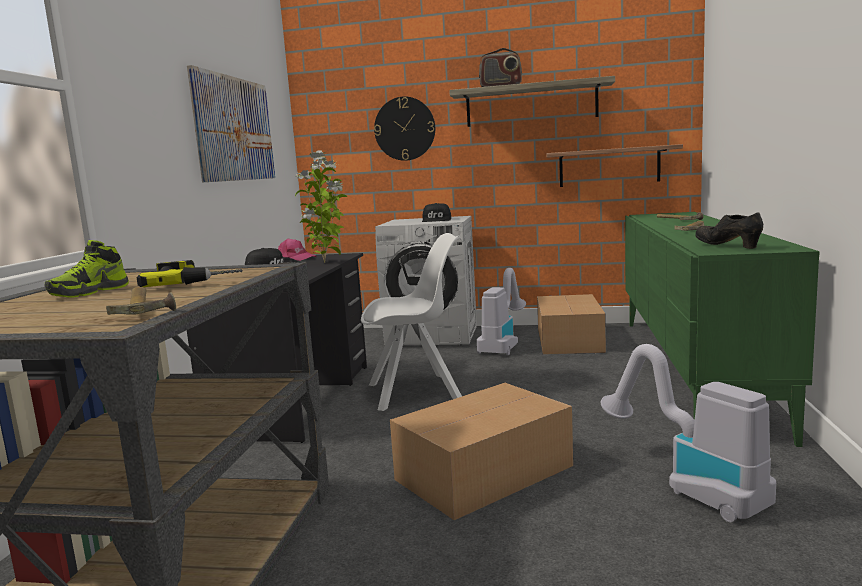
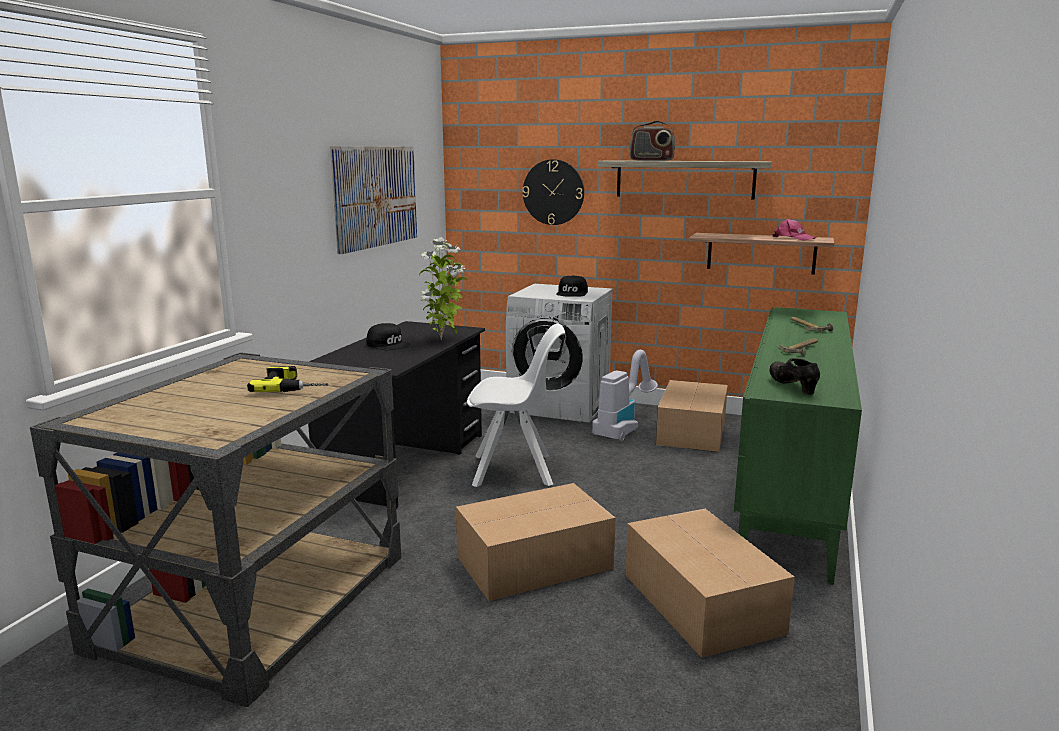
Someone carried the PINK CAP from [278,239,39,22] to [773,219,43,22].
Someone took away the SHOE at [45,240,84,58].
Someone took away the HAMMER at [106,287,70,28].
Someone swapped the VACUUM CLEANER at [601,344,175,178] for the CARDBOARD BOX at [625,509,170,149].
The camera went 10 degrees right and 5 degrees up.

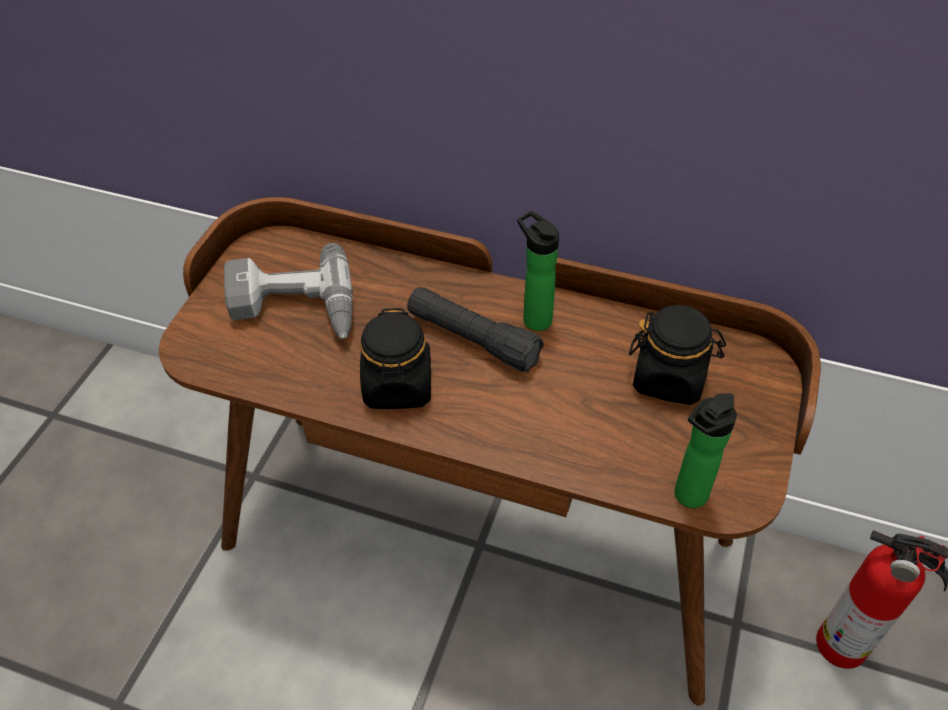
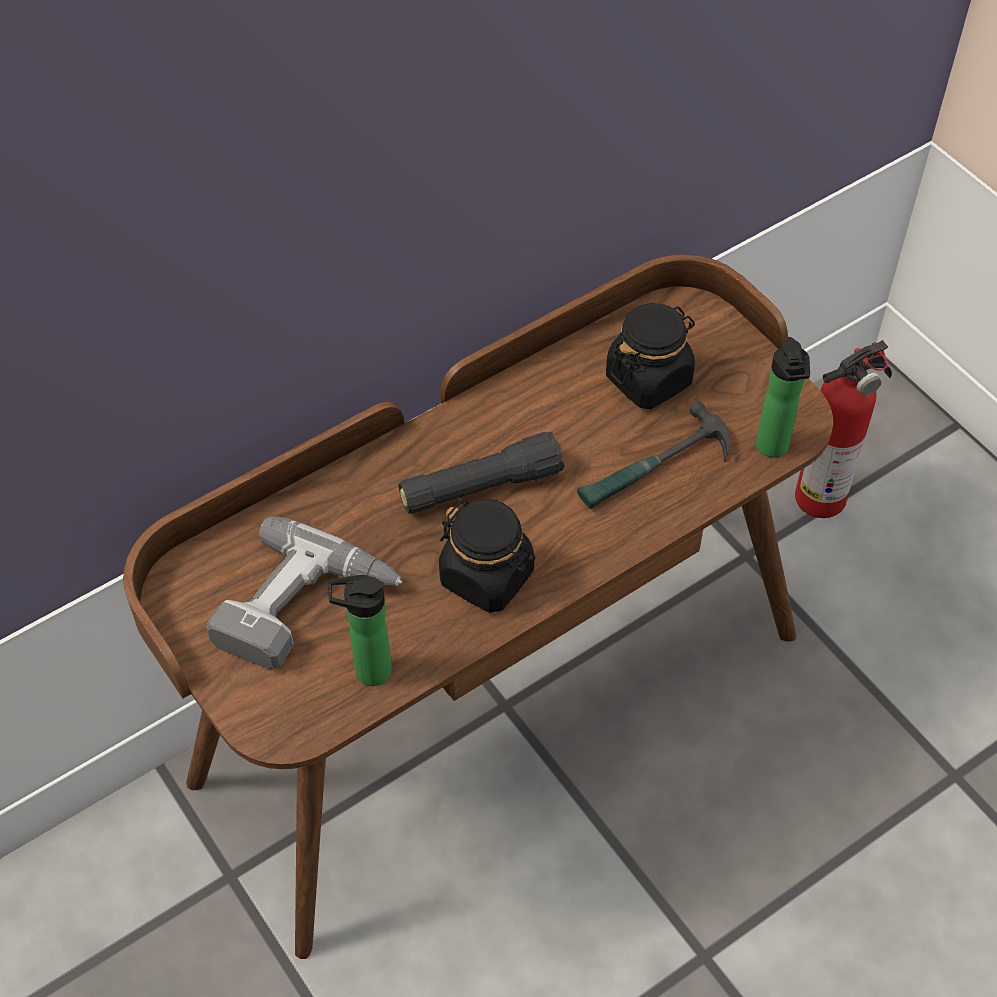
Someone carried the BOTTLE from [517,211,42,120] to [328,575,64,111].
Someone put down the HAMMER at [577,401,153,108].
The camera went 55 degrees left and 5 degrees up.

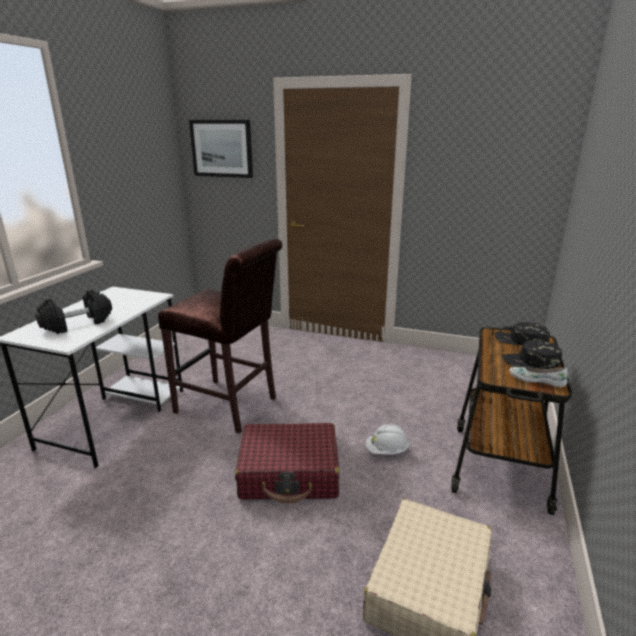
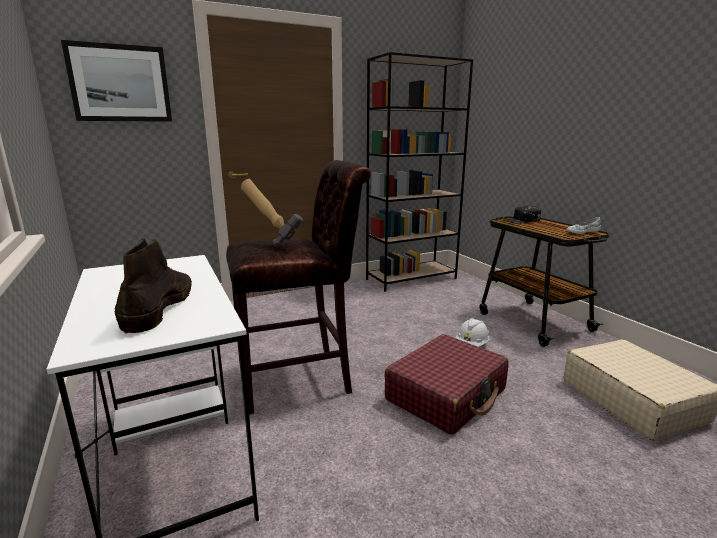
Someone swapped the BLACK DUMBBELL at [36,290,76,44] for the BROWN BOOT at [115,238,77,96].
Someone took away the BLACK CAP at [502,340,60,29].
Someone put down the BEIGE BOOKCASE at [366,52,107,240].
Someone put down the HAMMER at [241,179,62,69].
The camera went 45 degrees left and 5 degrees down.

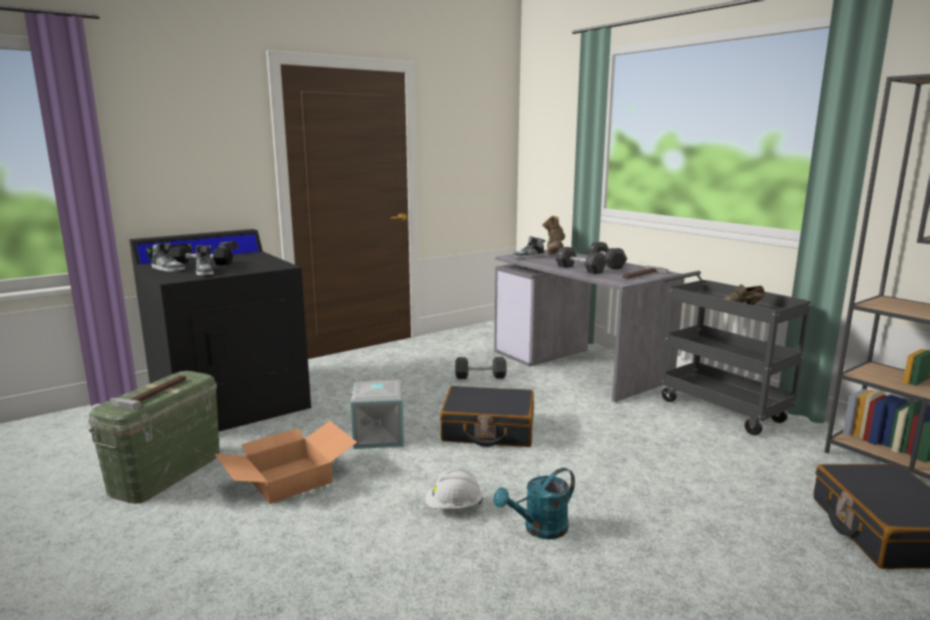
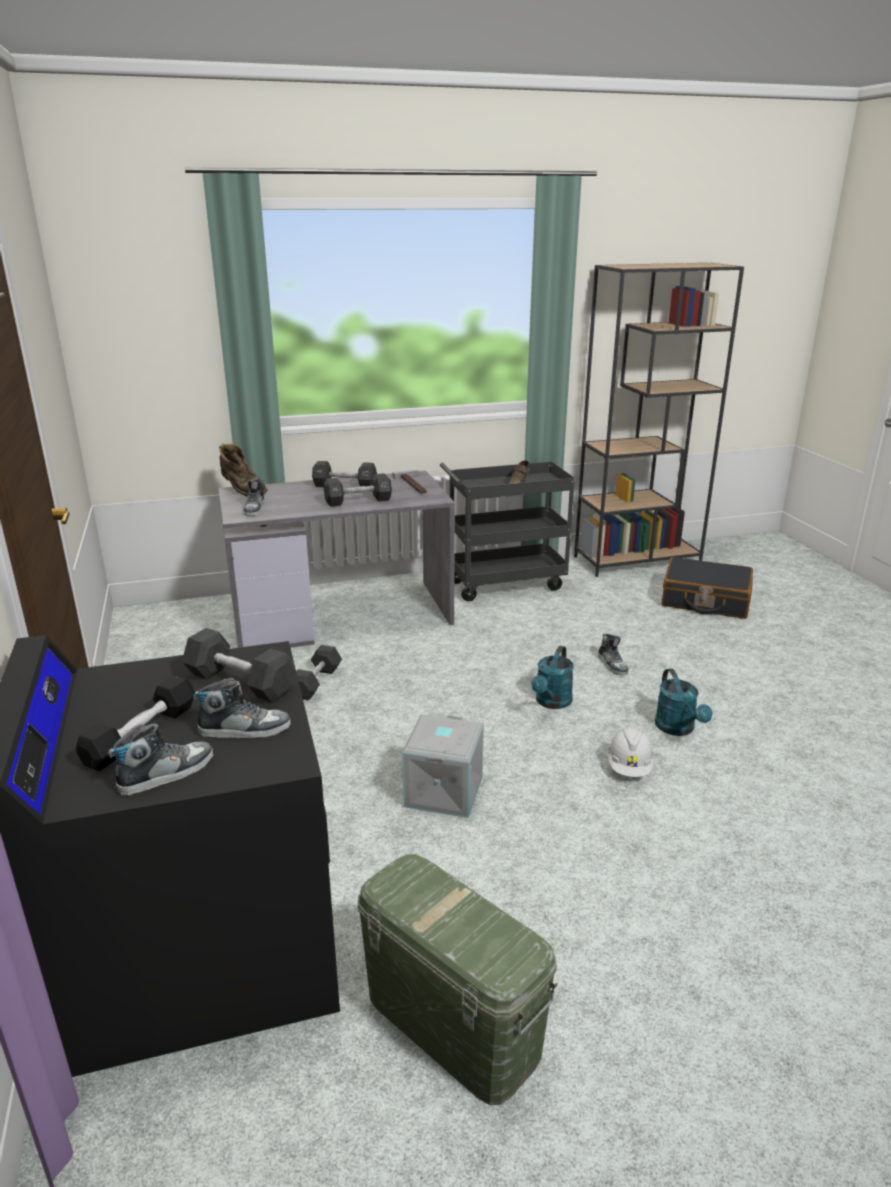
Someone took away the HAMMER at [110,376,76,34].
Someone took away the BLACK SUITCASE at [440,386,94,61].
Someone took away the CARDBOARD BOX at [214,421,143,83].
Someone put down the BLACK DUMBBELL at [182,628,113,75].
Someone put down the SHOE at [598,634,30,41].
Someone put down the TURQUOISE WATERING CAN at [531,646,43,63].
The camera went 70 degrees left and 10 degrees up.

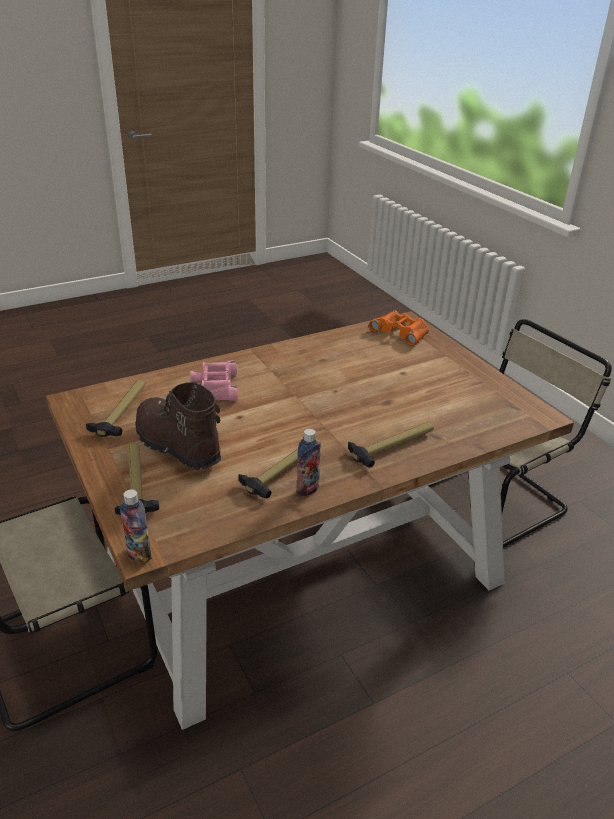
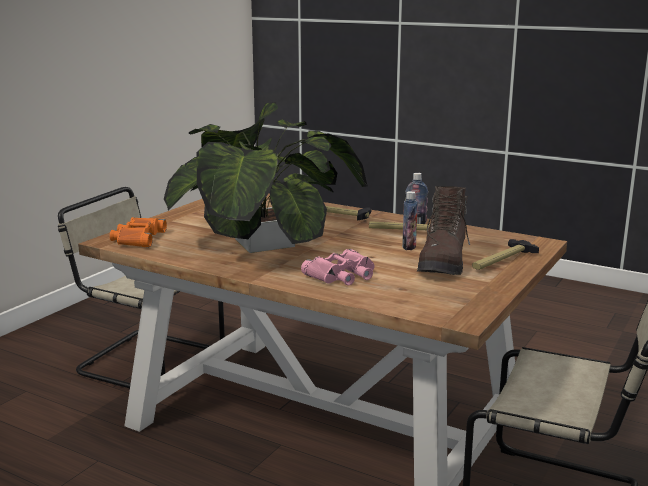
Someone took away the HAMMER at [86,381,59,56].
Someone carried the BOTTLE from [120,489,31,74] to [402,191,16,59].
Someone put down the POTTED PLANT at [164,102,203,151].
The camera went 120 degrees left and 15 degrees down.

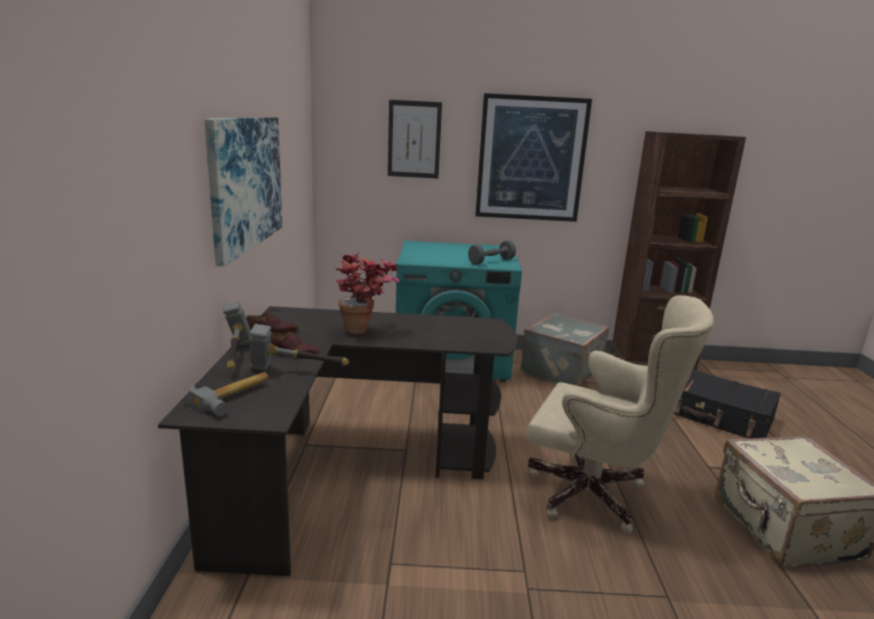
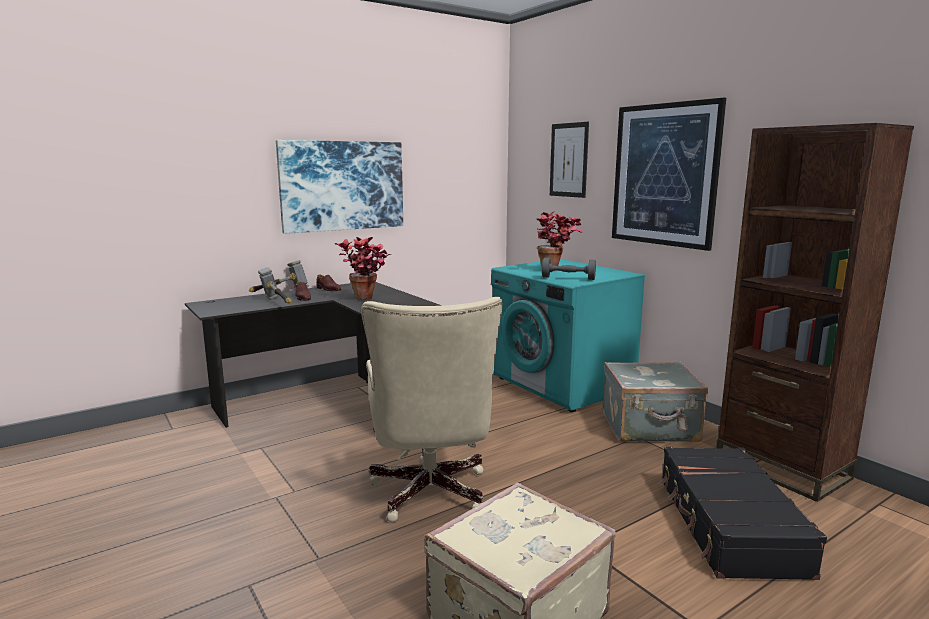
Someone took away the HAMMER at [189,372,80,44].
Someone put down the POTTED PLANT at [537,212,45,59].
The camera went 55 degrees right and 5 degrees down.

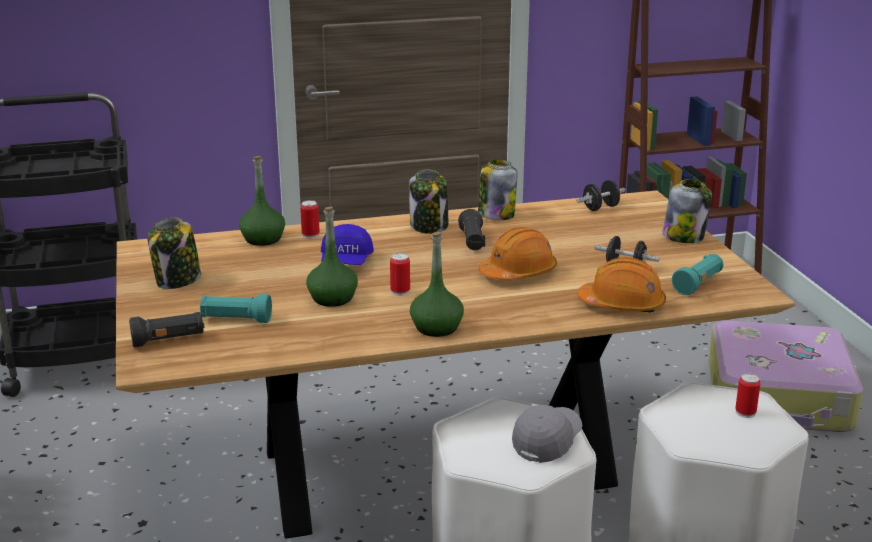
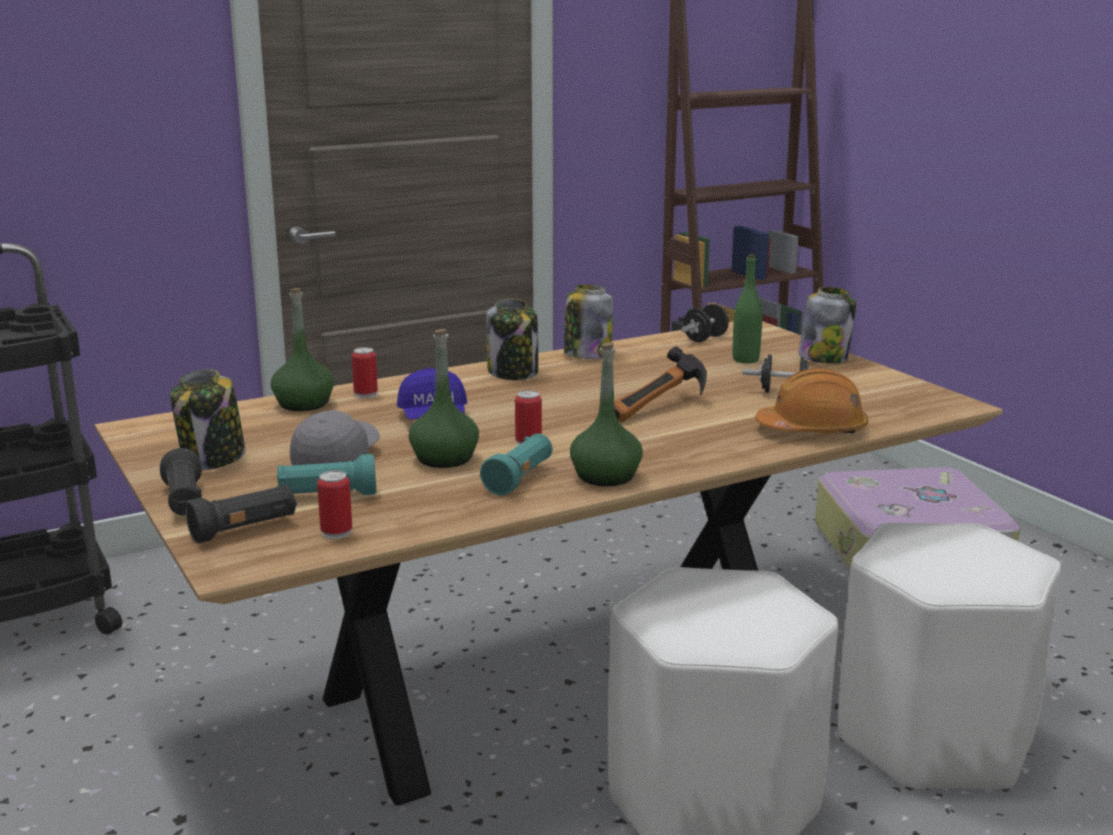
Someone carried the BLACK FLASHLIGHT from [458,209,28,41] to [160,448,42,67].
Someone swapped the ORANGE HARD HAT at [479,227,78,53] for the HAMMER at [614,346,93,76].
Someone carried the TURQUOISE FLASHLIGHT from [672,254,51,41] to [480,433,72,62].
Someone carried the CAN from [735,373,25,45] to [317,471,35,68].
Someone carried the GREY CAP from [512,405,71,58] to [290,410,90,56].
Someone put down the GREEN BOTTLE at [732,254,30,109].
The camera went 15 degrees left and 5 degrees down.

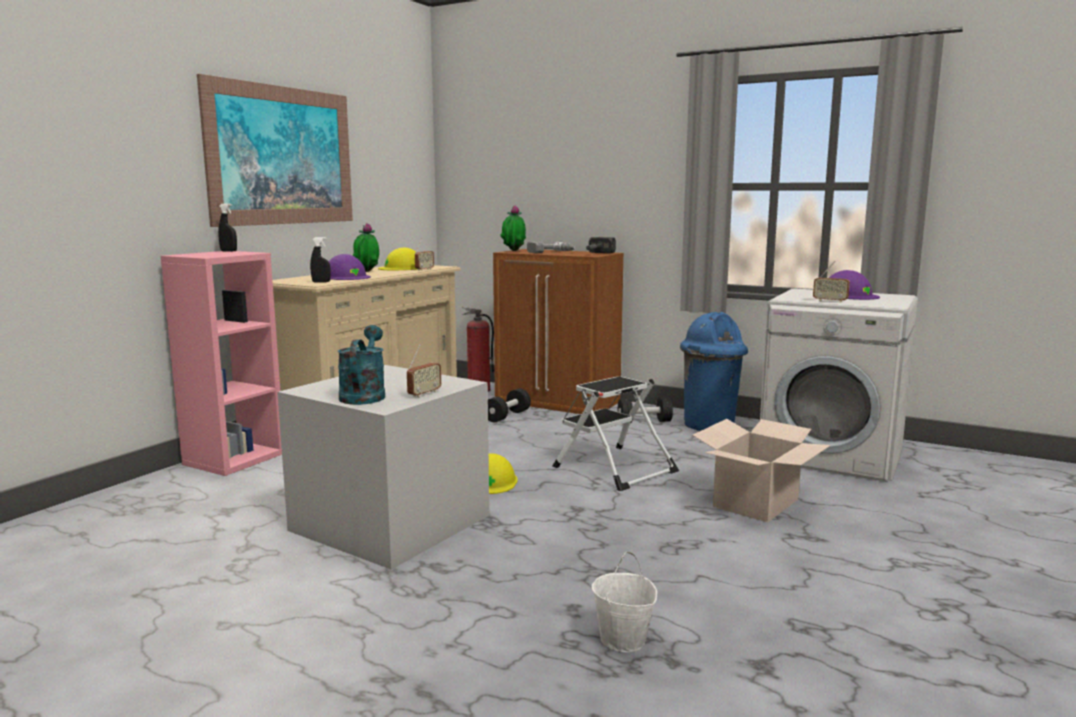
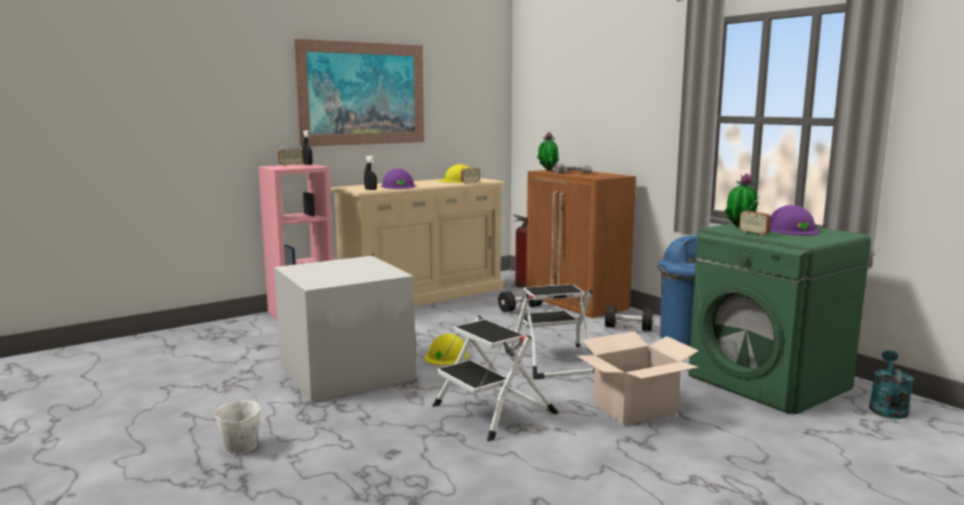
Someone carried the POTTED PLANT from [353,223,26,49] to [724,173,34,54].
Someone took away the HAMMER at [586,237,30,16].
Someone repainted the WHITE WASHING MACHINE at [760,288,158,194], which became the GREEN WASHING MACHINE at [688,223,183,191].
Someone carried the TURQUOISE WATERING CAN from [338,325,47,80] to [869,350,45,69].
Someone carried the RADIO from [407,344,34,53] to [278,137,24,29].
Someone carried the WHITE BUCKET from [592,552,65,100] to [214,385,47,69].
Someone put down the STEP LADDER at [432,315,127,126].
The camera went 25 degrees right and 0 degrees up.

